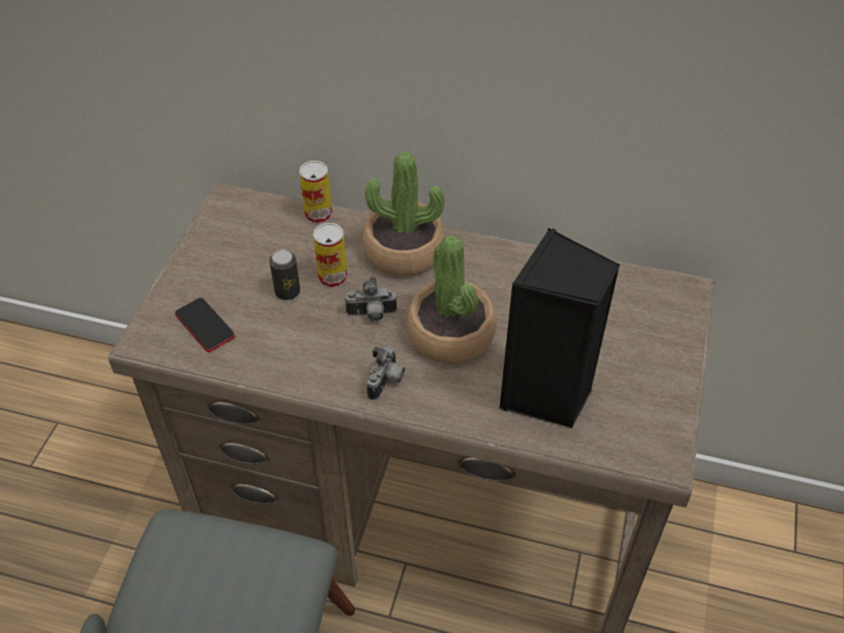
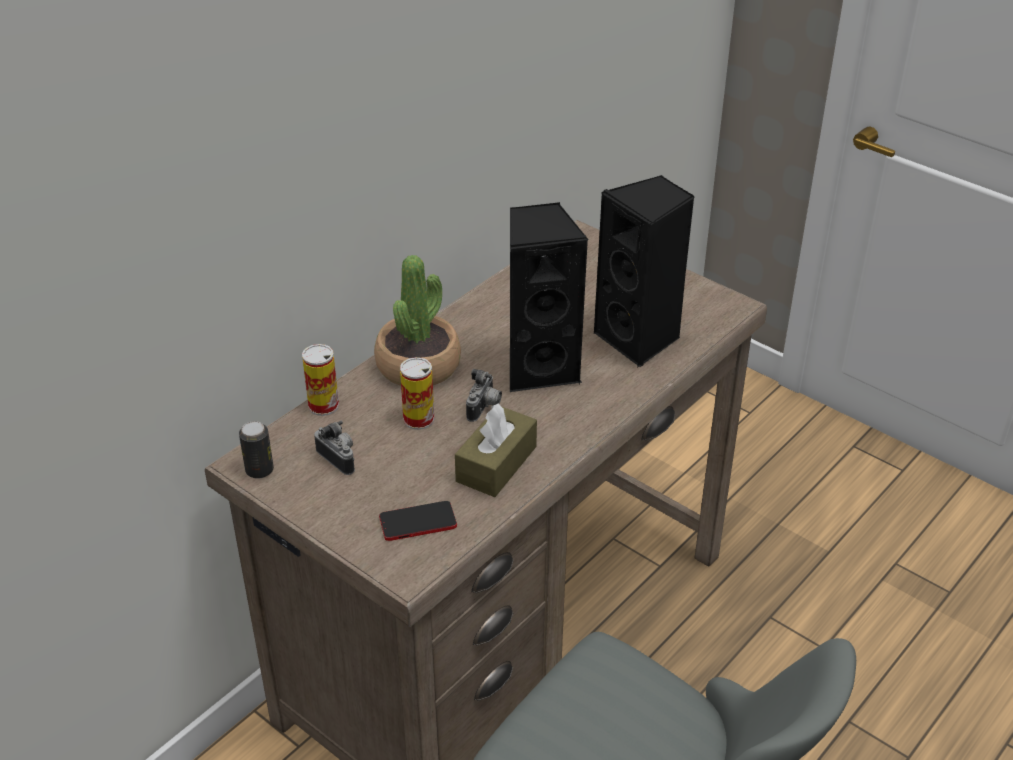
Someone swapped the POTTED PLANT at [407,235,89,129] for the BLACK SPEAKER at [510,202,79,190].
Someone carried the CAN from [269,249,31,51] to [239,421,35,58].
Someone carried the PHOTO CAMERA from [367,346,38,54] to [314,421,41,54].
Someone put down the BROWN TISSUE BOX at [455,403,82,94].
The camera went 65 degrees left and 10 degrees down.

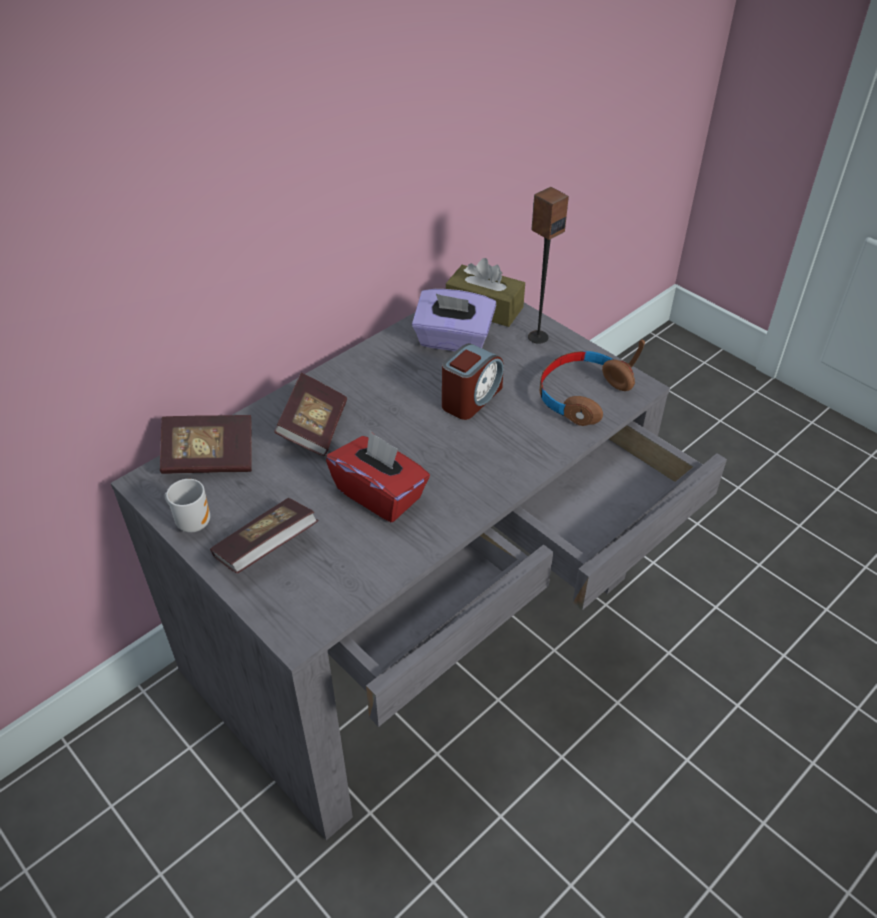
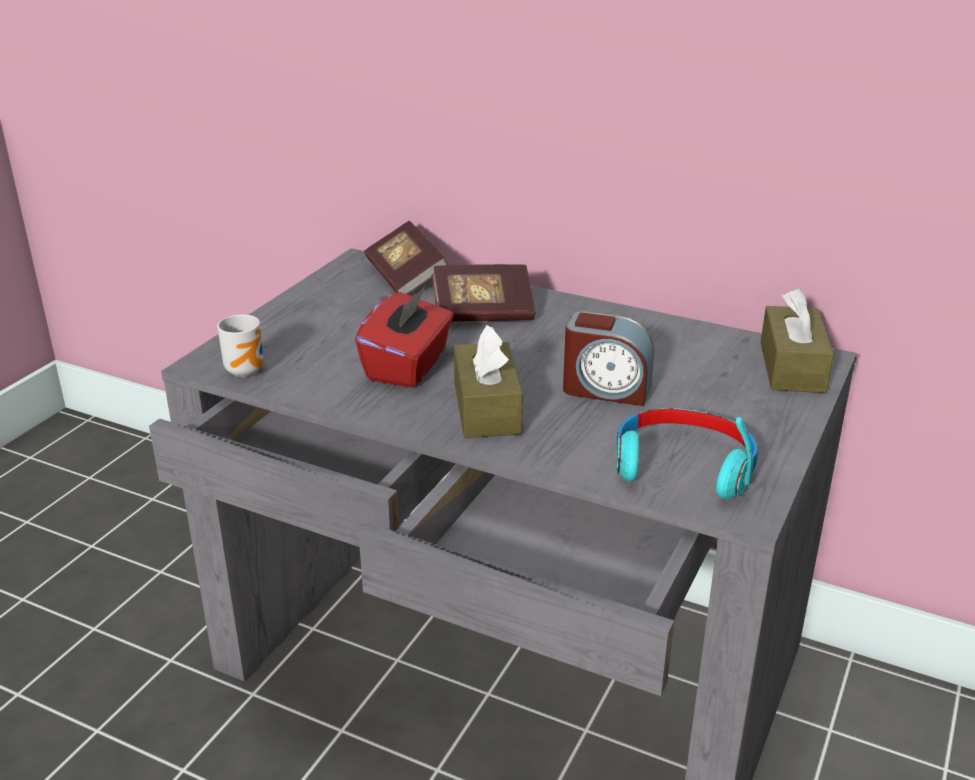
Someone took away the SPEAKER at [528,187,41,157].
Someone took away the PURPLE TISSUE BOX at [412,289,84,62].
Someone repainted the BROWN HEADPHONES at [540,340,105,86], which became the TURQUOISE HEADPHONES at [616,408,142,91].
Someone carried the MUG from [165,479,45,53] to [217,314,46,63].
Someone took away the BOOK at [210,498,109,75].
Someone put down the BROWN TISSUE BOX at [454,325,69,113].
The camera went 70 degrees right and 15 degrees down.

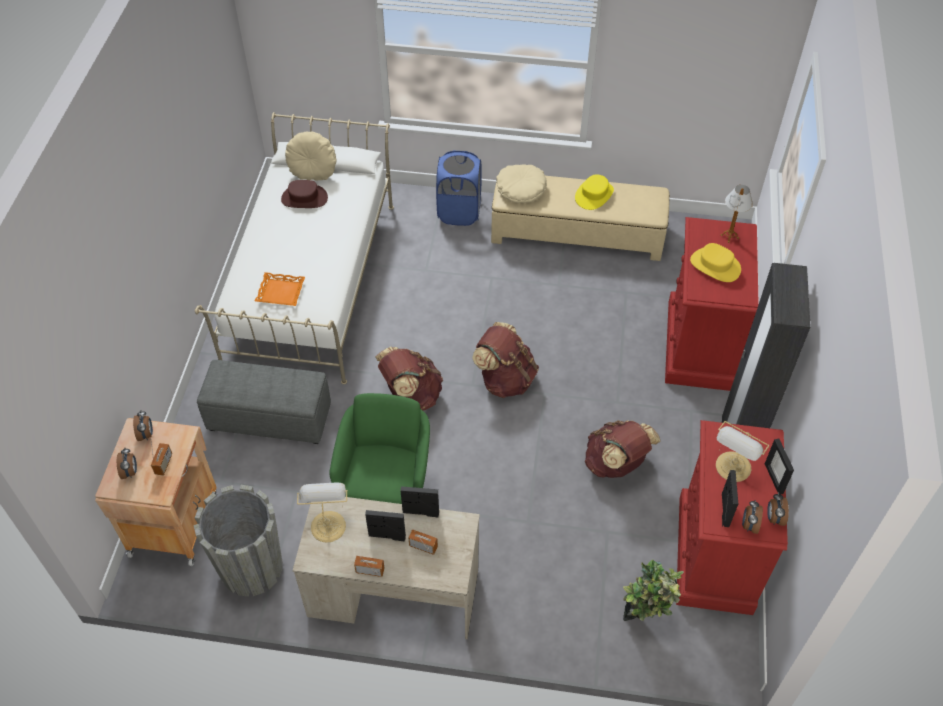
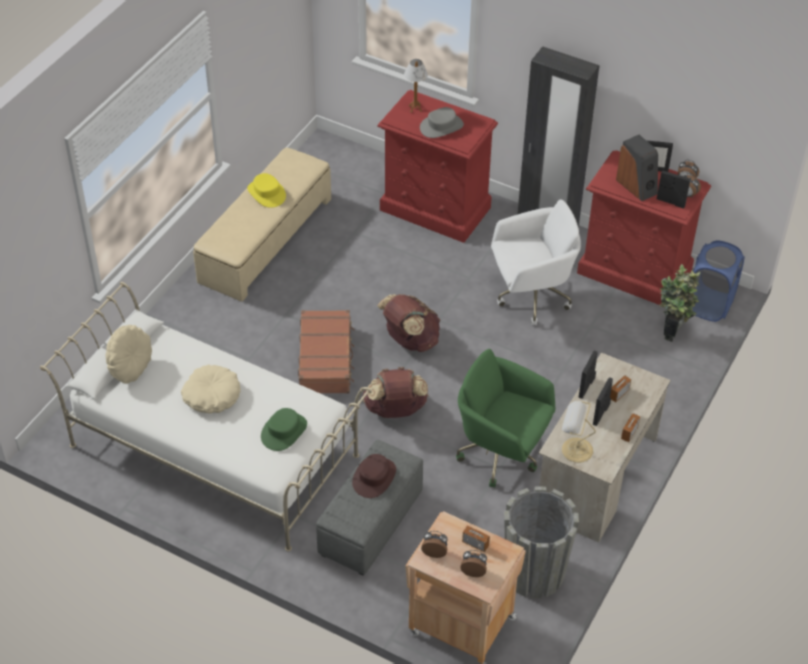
Someone carried the BLUE LAUNDRY BASKET from [436,150,46,76] to [692,241,52,81].
Someone carried the BEIGE PILLOW from [496,164,51,39] to [181,364,60,49].
Someone carried the BROWN HAT from [281,180,47,28] to [352,454,44,44].
Someone repainted the YELLOW HAT at [690,243,51,39], which became the GREY HAT at [420,107,44,31].
Someone swapped the ORANGE TRAY at [255,272,50,34] for the GREEN HAT at [261,408,46,43].
Someone swapped the BROWN BACKPACK at [585,420,76,58] for the WHITE OFFICE CHAIR at [491,199,90,126].
Someone swapped the TABLE LAMP at [716,421,53,61] for the SPEAKER at [616,135,42,66].
Someone put down the BROWN SUITCASE at [298,310,56,83].
The camera went 70 degrees left and 5 degrees down.

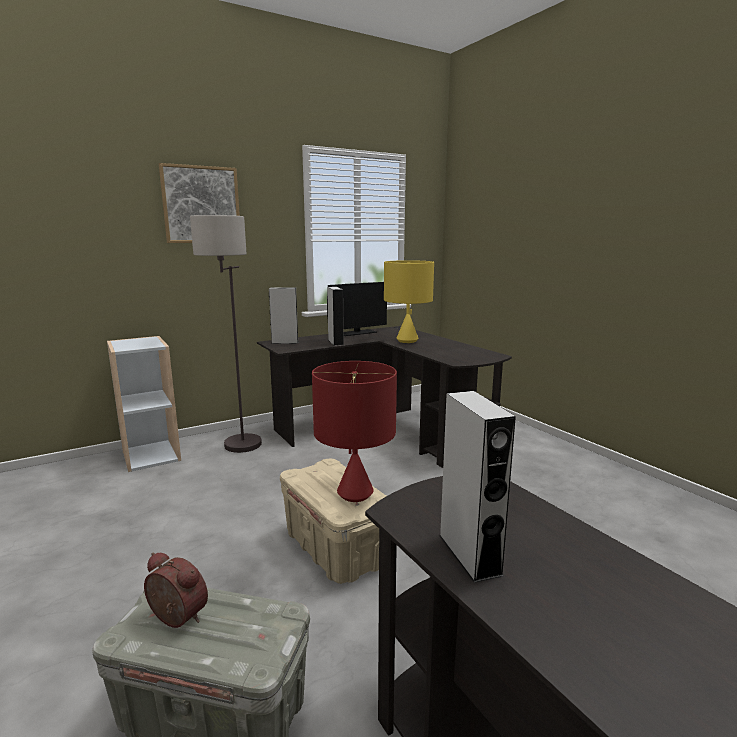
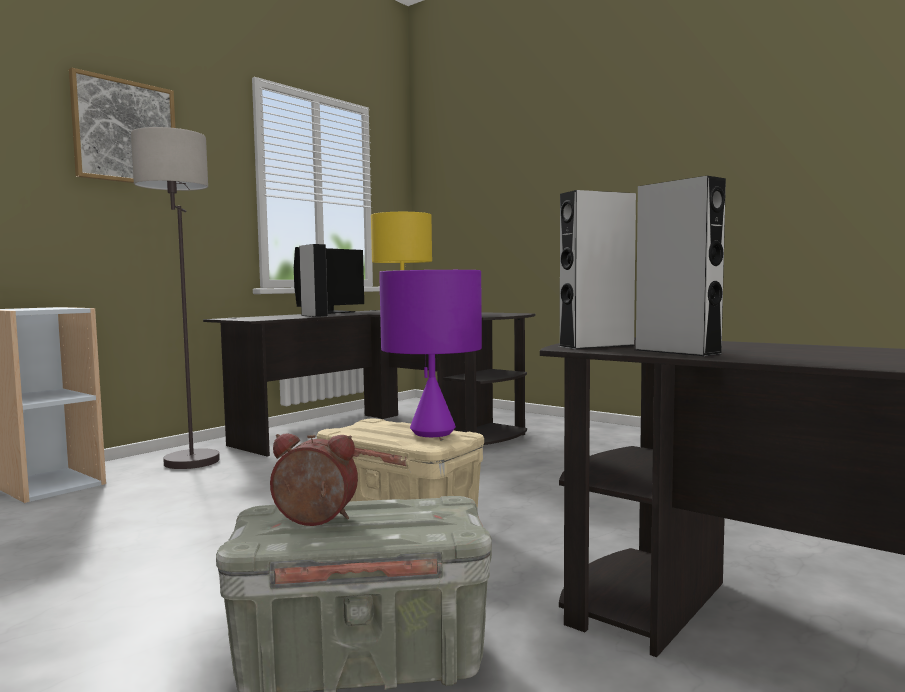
Someone carried the GREY SPEAKER from [269,287,30,57] to [558,190,78,159].
Someone repainted the RED TABLE LAMP at [312,361,85,141], which became the PURPLE TABLE LAMP at [379,270,103,167].
The camera went 20 degrees left and 10 degrees down.

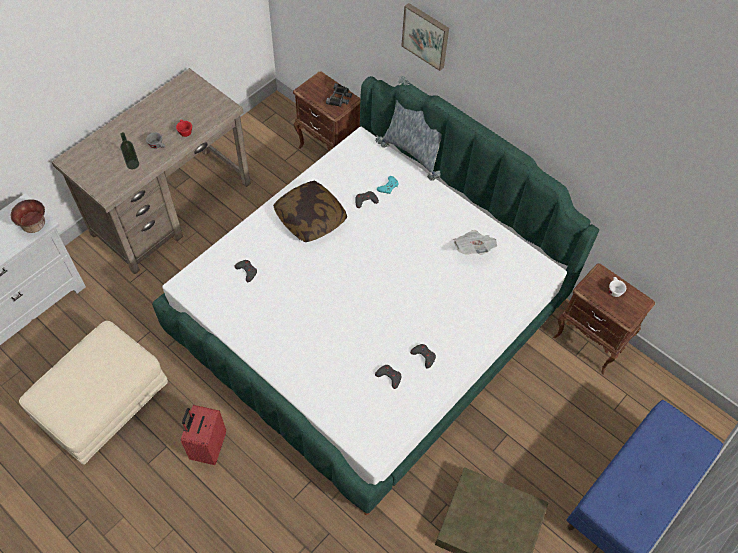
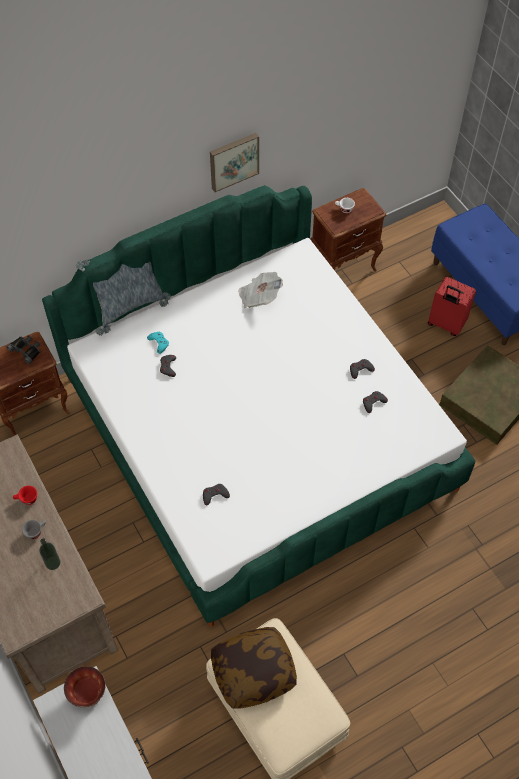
Someone carried the PICTURE from [401,3,48,68] to [210,133,49,59].
Someone carried the PILLOW from [273,181,74,61] to [211,627,86,82].
Someone carried the RED SUITCASE from [181,405,45,60] to [428,277,48,59].
The camera went 70 degrees left and 0 degrees up.

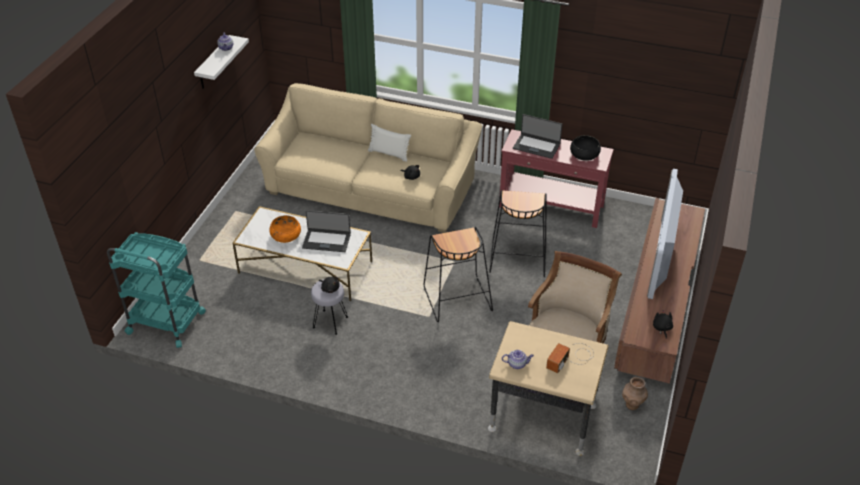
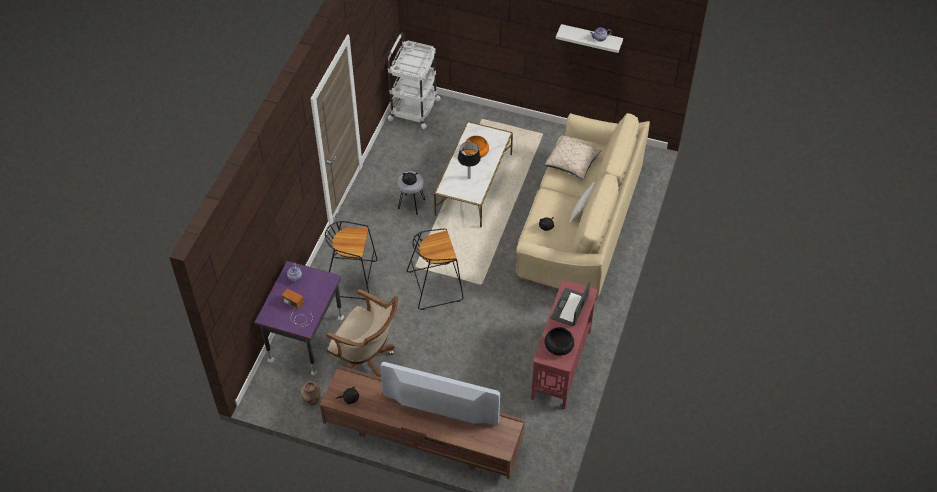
Someone carried the BLACK STOOL from [489,190,57,87] to [325,221,53,79].
Someone swapped the LAPTOP at [302,210,49,42] for the TABLE LAMP at [458,142,23,37].
Someone repainted the TURQUOISE CART at [107,232,99,116], which became the WHITE CART at [387,32,54,97].
Someone repainted the BEIGE DESK at [488,321,121,135], which became the PURPLE DESK at [255,261,89,114].
Someone put down the BEIGE PILLOW at [544,136,58,44].
The camera went 90 degrees right and 10 degrees up.

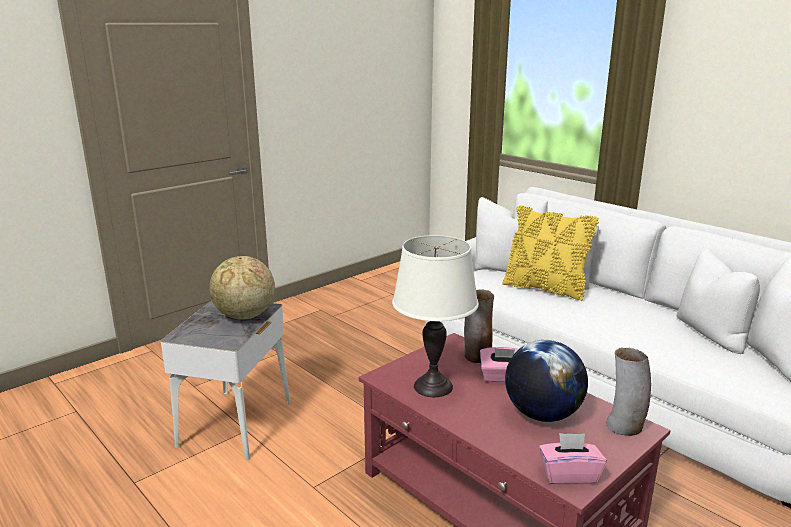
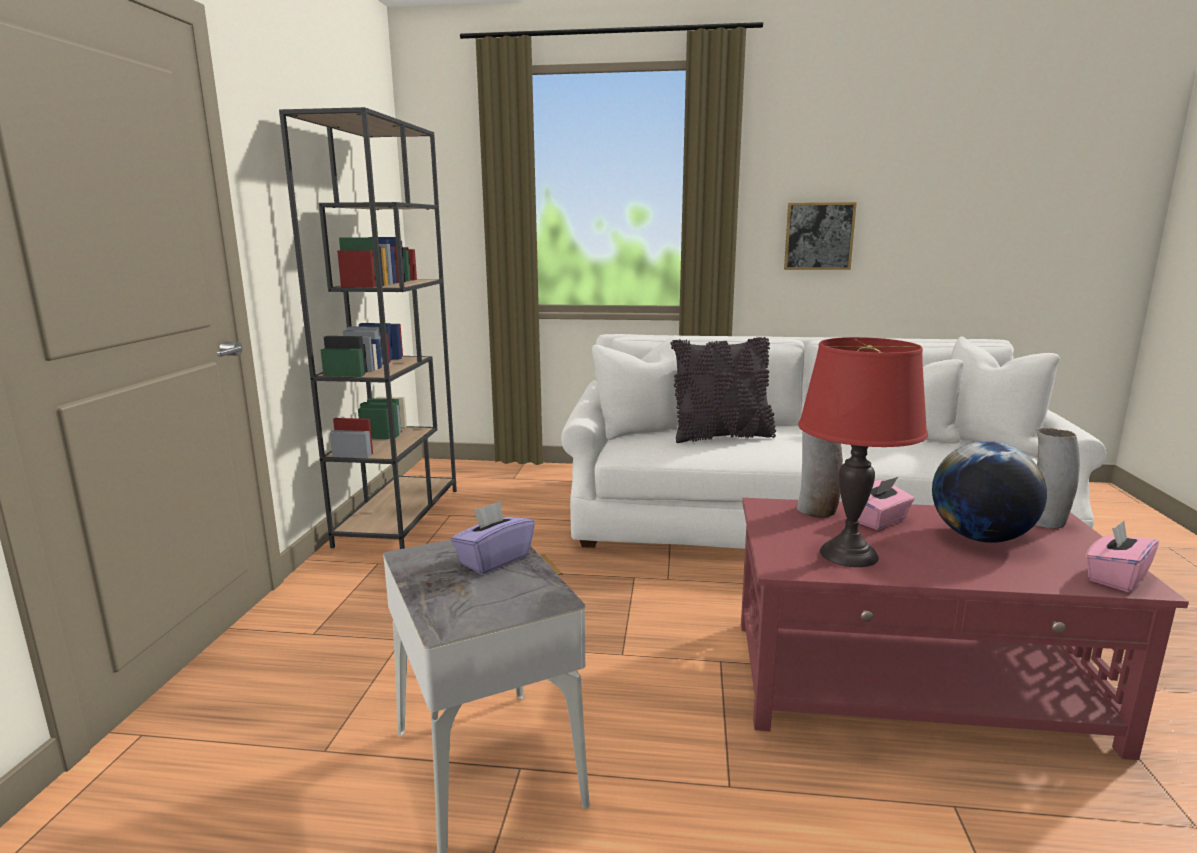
Someone repainted the YELLOW PILLOW at [502,205,97,96], which became the BLACK PILLOW at [670,337,106,106].
Someone repainted the WHITE TABLE LAMP at [392,235,87,162], which became the RED TABLE LAMP at [798,337,130,230].
Someone swapped the GLOBE at [209,256,66,64] for the PURPLE TISSUE BOX at [451,501,84,73].
Someone put down the BOOKCASE at [279,107,178,442].
Someone put up the PICTURE at [784,202,73,68].
The camera went 40 degrees left and 5 degrees down.

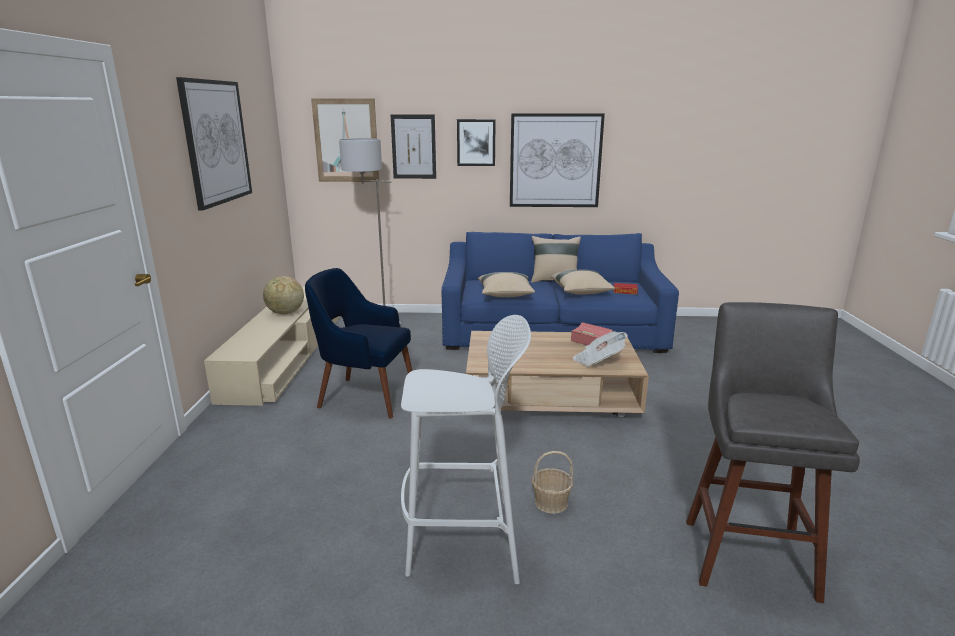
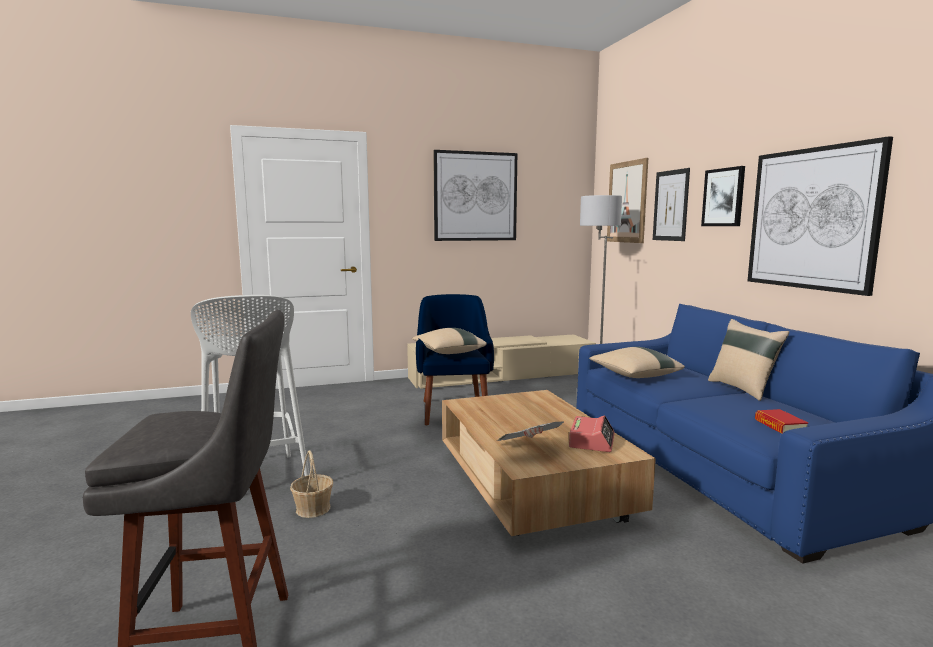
Someone carried the BEIGE PILLOW from [551,270,64,25] to [412,328,75,26].
Someone took away the GLOBE at [263,276,41,38].
The camera went 70 degrees right and 10 degrees down.

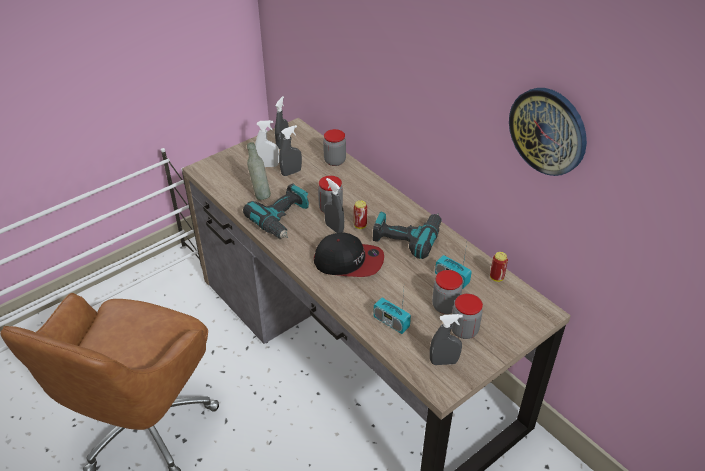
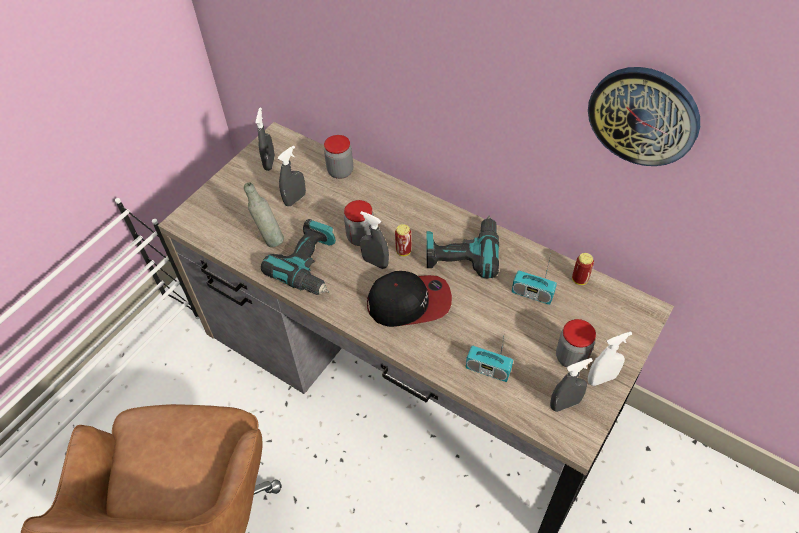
Someone carried the WHITE SPRAY BOTTLE from [255,120,24,47] to [588,331,44,55].
Someone took away the JAR at [432,270,31,44].
The camera went 15 degrees left and 10 degrees up.

